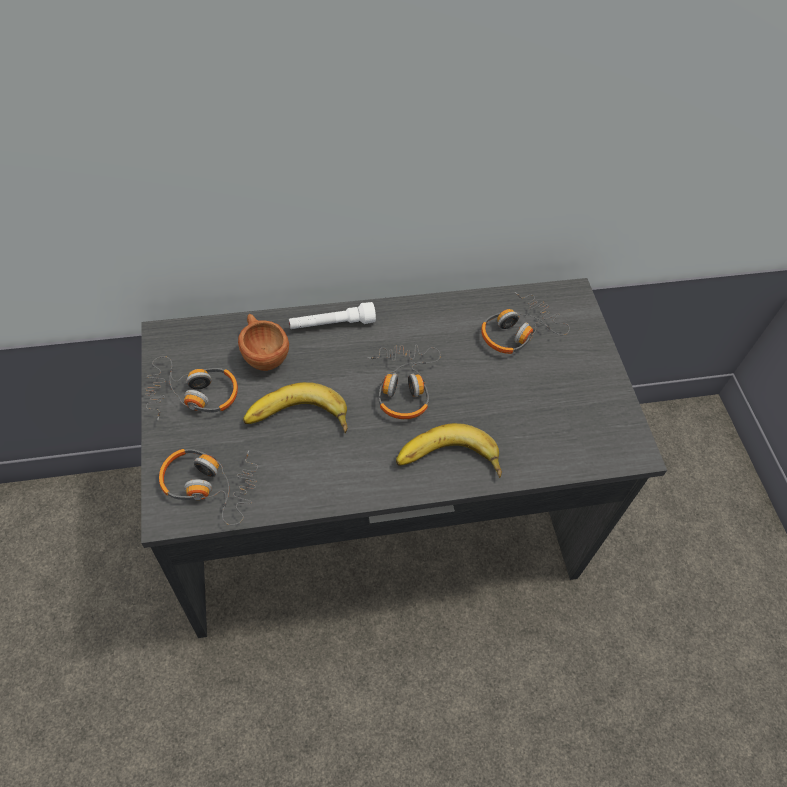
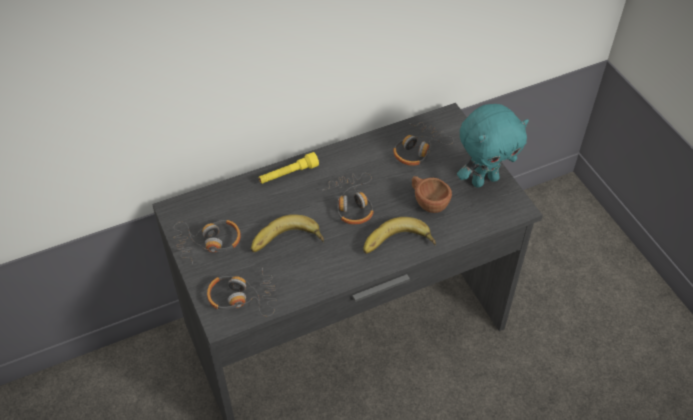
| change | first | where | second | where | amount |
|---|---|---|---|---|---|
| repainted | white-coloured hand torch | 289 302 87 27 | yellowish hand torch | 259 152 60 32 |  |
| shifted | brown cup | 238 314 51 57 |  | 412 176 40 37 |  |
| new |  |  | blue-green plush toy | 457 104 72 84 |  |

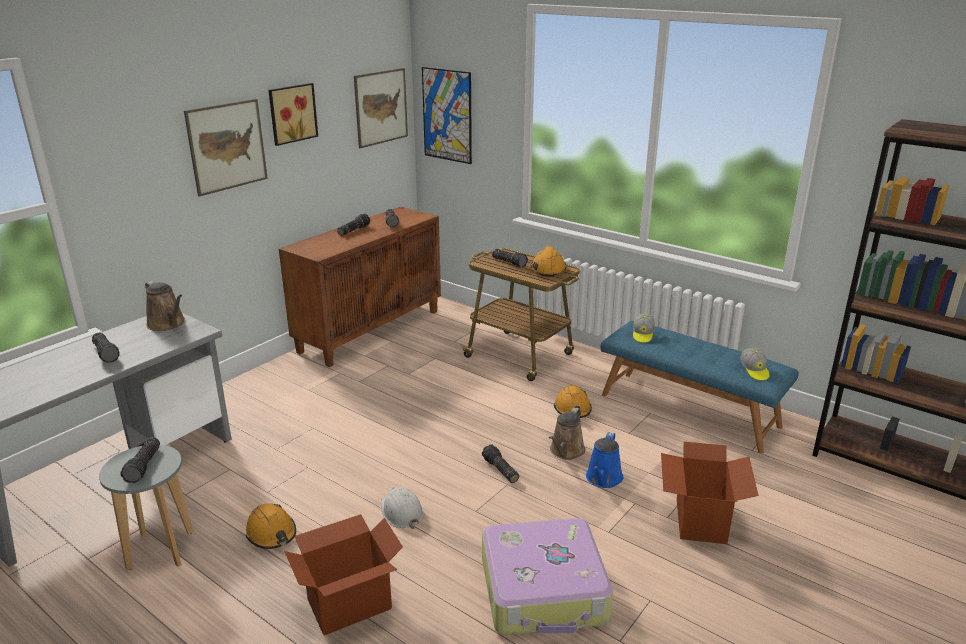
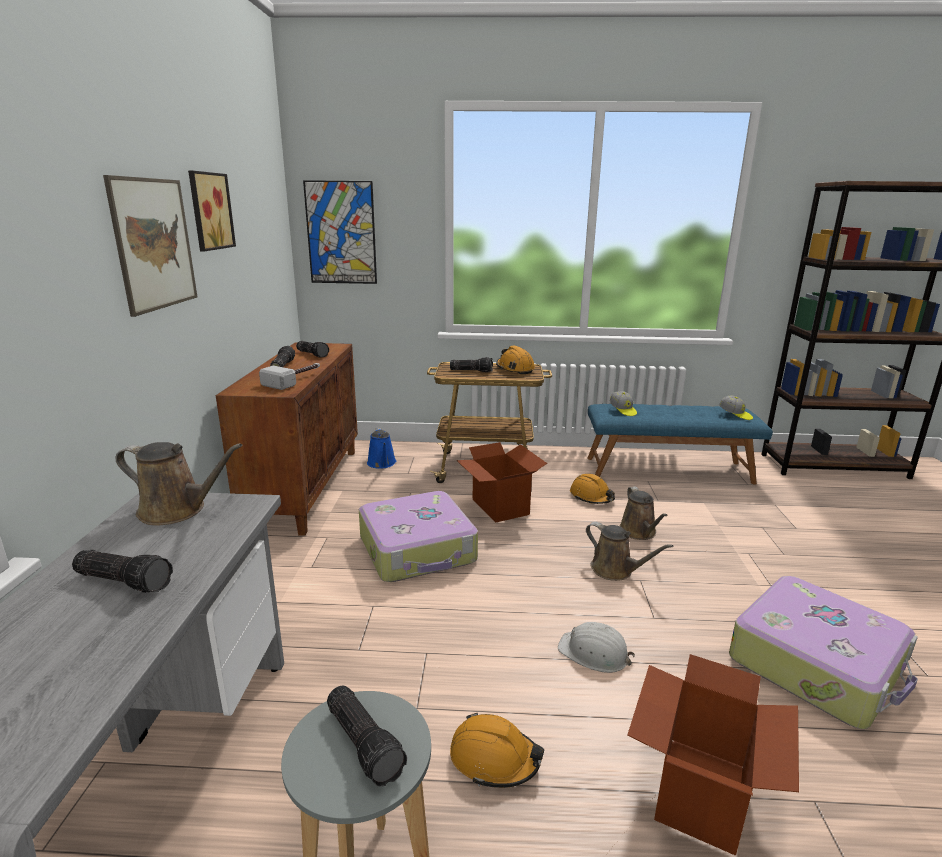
| change | first | where | second | where | amount |
|---|---|---|---|---|---|
| new |  |  | hand hammer | 259 363 61 27 |  |
| new |  |  | suitcase | 359 491 119 91 |  |
| shifted | blue-coloured watering can | 586 432 37 56 |  | 367 428 29 41 |  |
| shifted | cardboard box | 661 442 98 102 |  | 457 442 90 81 |  |
| swapped | hand torch | 482 444 37 39 | brown watering can | 586 522 87 59 |  |
| gone | picture | 354 68 54 80 |  |  |  |

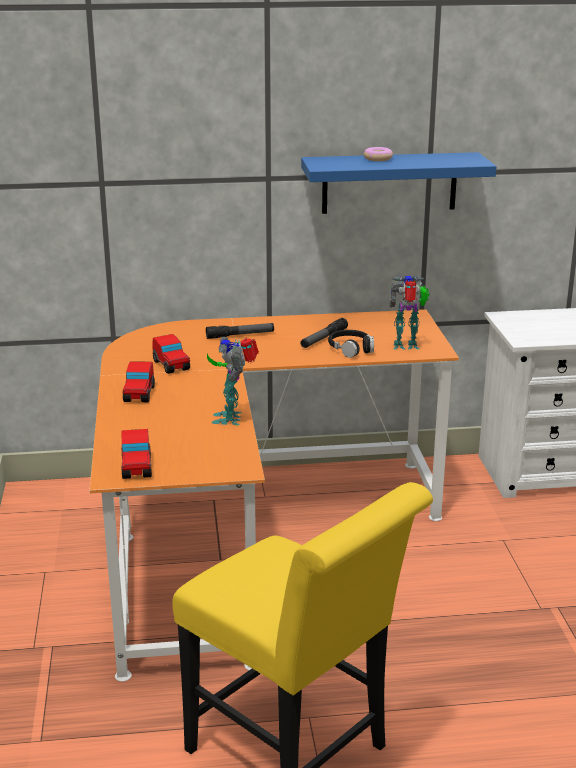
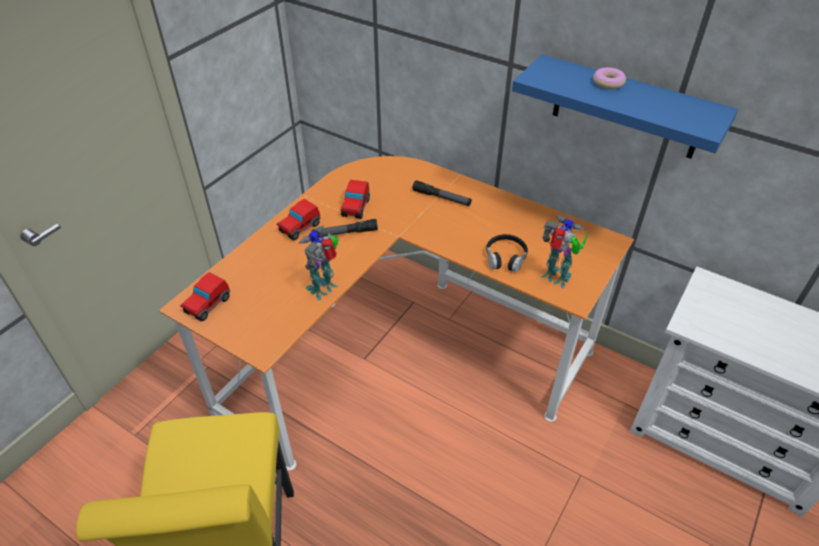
| change | first | where | second | where | amount |
|---|---|---|---|---|---|
| shifted | hand torch | 301 318 47 30 |  | 312 219 66 18 |  |

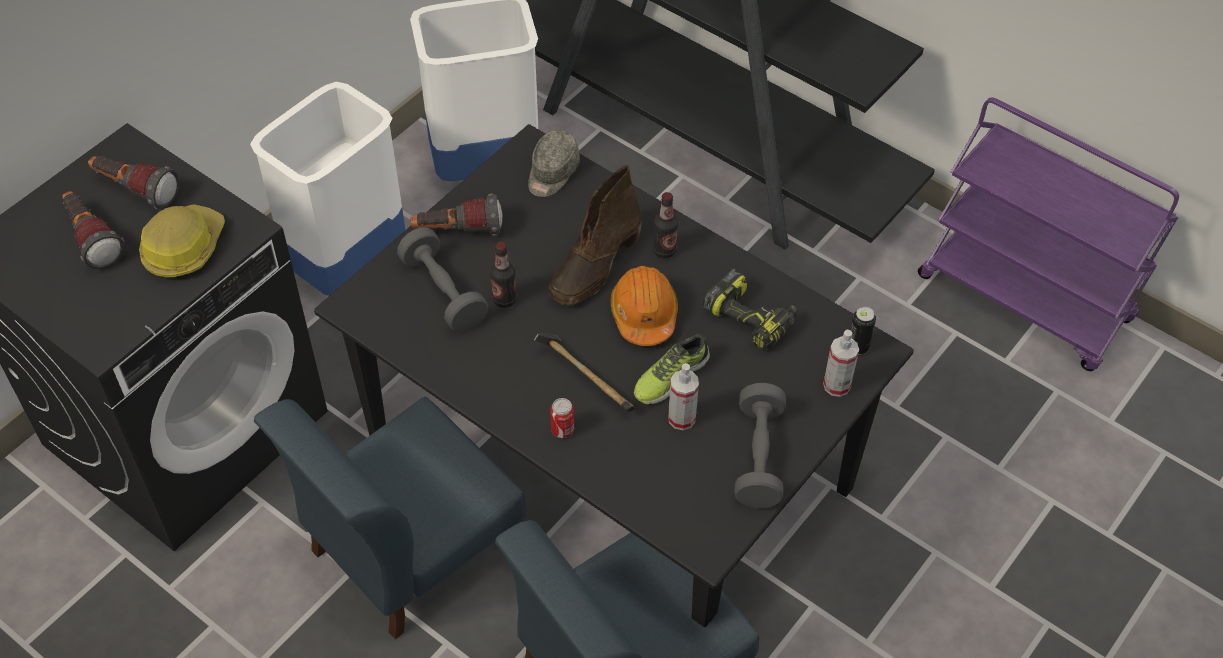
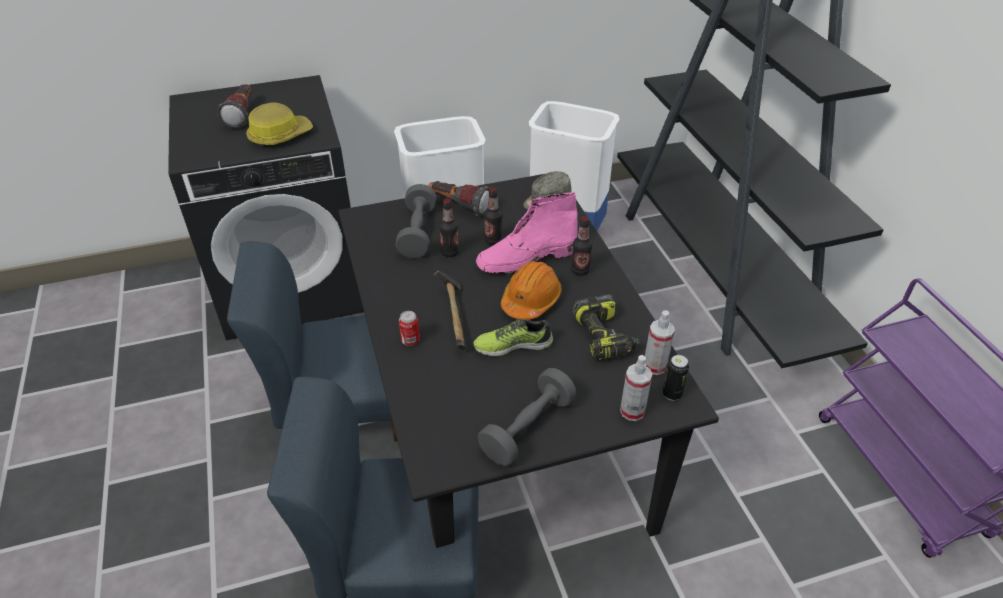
| change | first | where | second | where | amount |
|---|---|---|---|---|---|
| repainted | brown high-top boot | 548 165 94 141 | pinkish high-top boot | 476 192 102 82 |  |
| new |  |  | drink bottle | 484 187 19 58 |  |
| shifted | spray bottle | 668 363 31 67 |  | 645 310 30 65 |  |
| gone | hand torch | 88 156 91 53 |  |  |  |

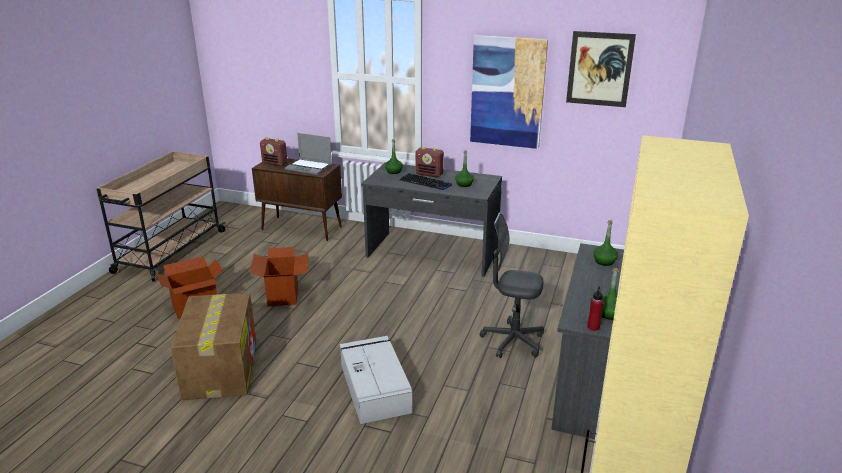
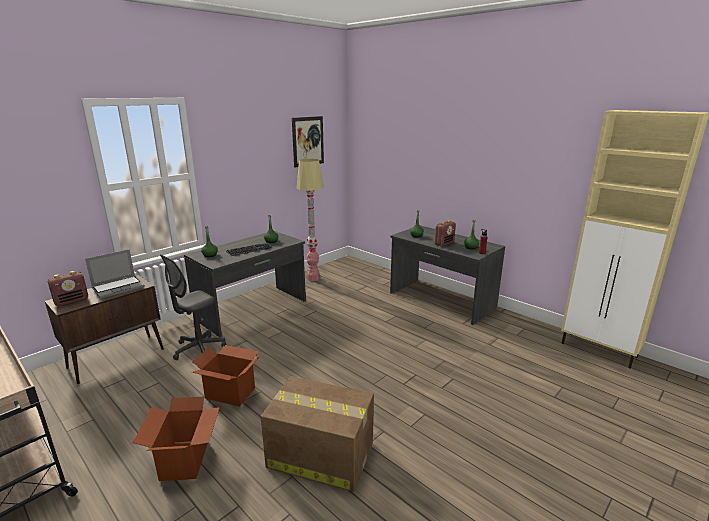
| change | first | where | second | where | amount |
|---|---|---|---|---|---|
| shifted | greyish computer chair | 480 212 64 146 |  | 160 254 66 106 |  |
| new |  |  | floor lamp | 297 159 27 122 |  |
| shifted | radio set | 415 146 29 31 |  | 434 220 22 26 |  |
| gone | greyish storage bin | 340 336 72 88 |  |  |  |
| gone | picture | 470 35 78 114 |  |  |  |

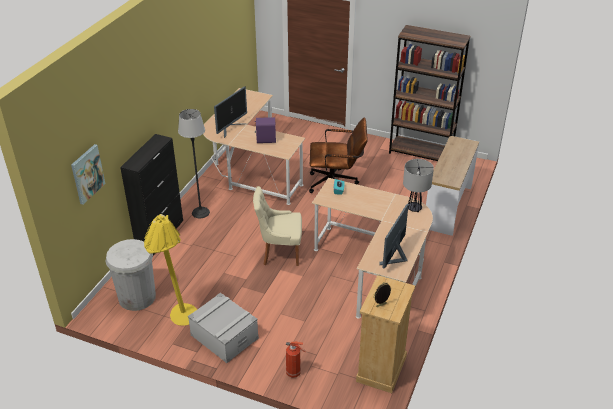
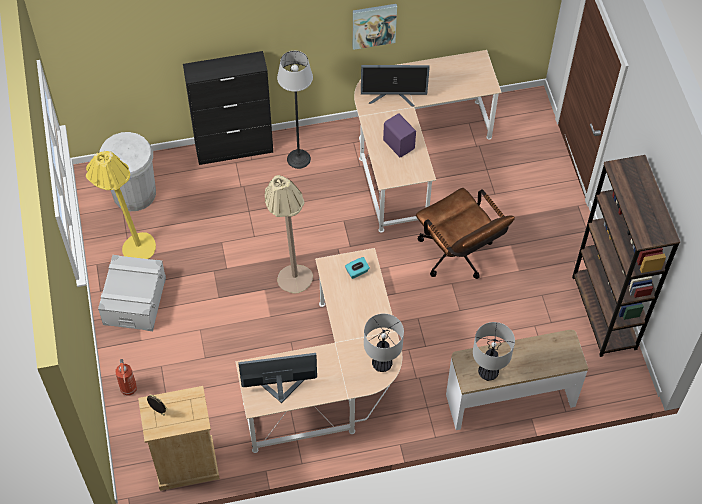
| change | first | where | second | where | amount |
|---|---|---|---|---|---|
| swapped | beige-coloured chair | 253 186 49 80 | beige-coloured floor lamp | 265 175 48 118 |  |
| shifted | picture | 71 144 34 61 |  | 352 4 45 46 |  |
| new |  |  | tabletop lamp | 473 322 42 59 |  |

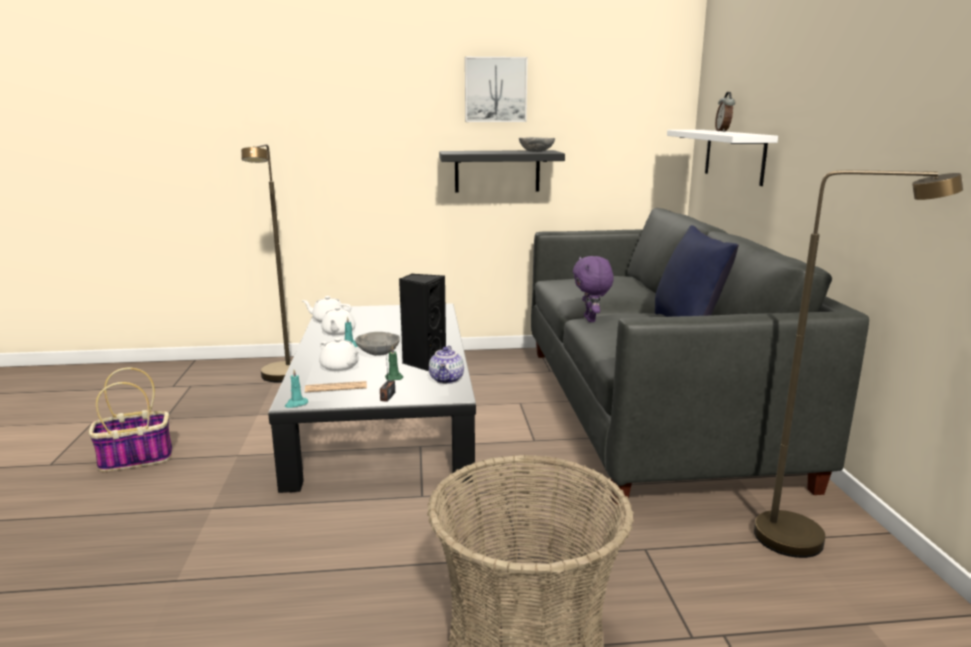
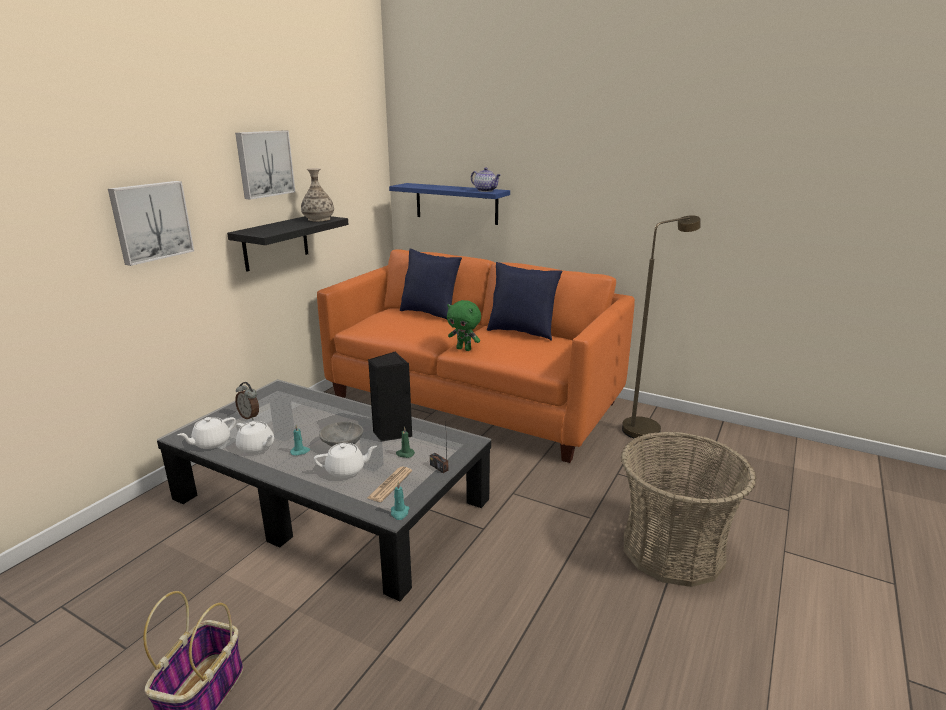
| change | first | where | second | where | amount |
|---|---|---|---|---|---|
| new |  |  | picture | 108 181 86 85 |  |
| shifted | table clock | 715 92 20 40 |  | 235 382 24 38 |  |
| swapped | greyish deep dish | 519 137 36 15 | decorative vase | 301 168 33 53 |  |
| repainted | greyish couch | 531 208 338 297 | orange couch | 317 249 318 214 |  |
| repainted | white-coloured wall shelf | 667 130 111 56 | blue-coloured wall shelf | 389 183 121 42 |  |
| new |  |  | blue-coloured cushion | 400 249 62 70 |  |
| repainted | purple-coloured plush toy | 573 256 41 66 | greenish plush toy | 447 300 34 51 |  |
| shifted | tea pot | 429 345 35 39 |  | 471 167 30 25 |  |
| gone | brown floor lamp | 241 144 51 238 |  |  |  |

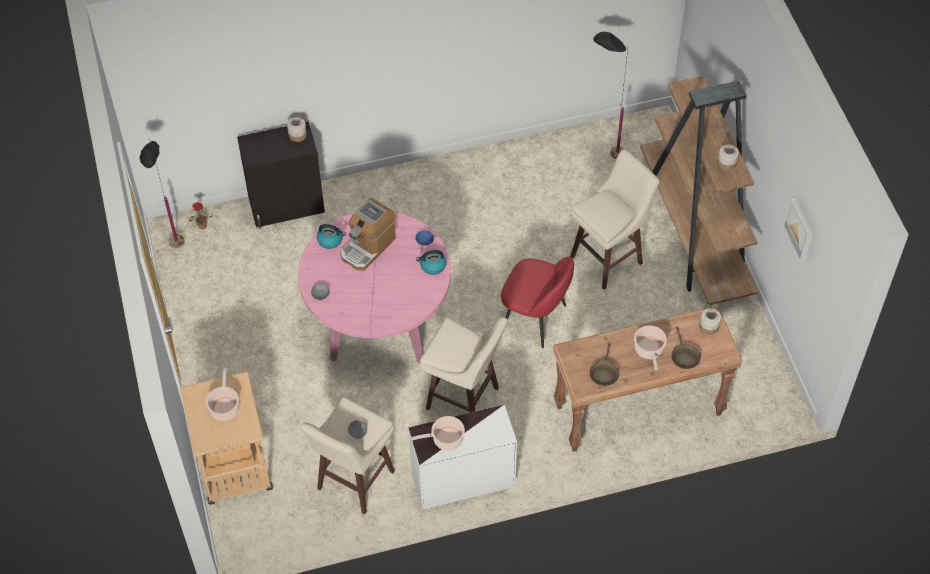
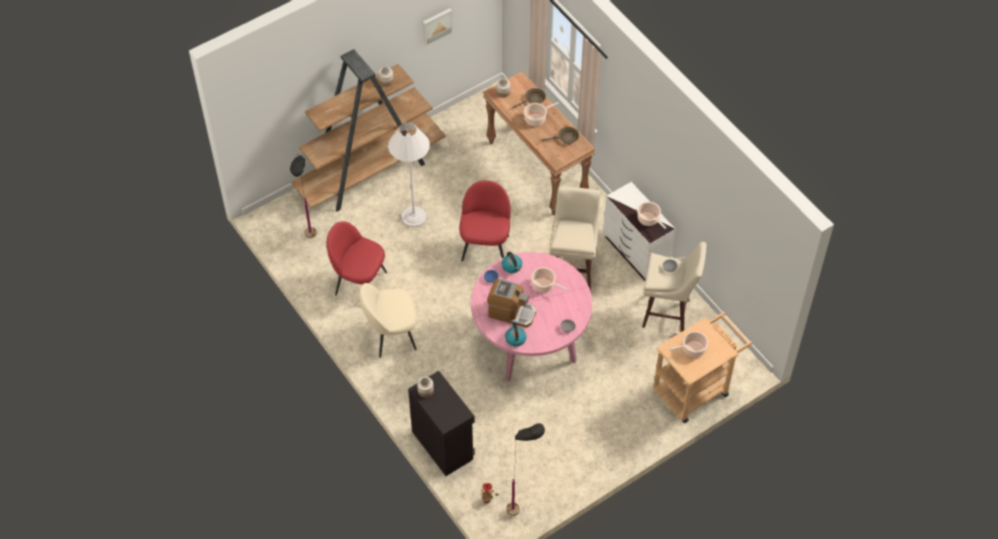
| change | first | where | second | where | amount |
|---|---|---|---|---|---|
| new |  |  | red-coloured chair | 327 221 60 74 |  |
| new |  |  | beige-coloured chair | 359 283 58 75 |  |
| swapped | beige-coloured stool | 570 149 90 141 | white-coloured floor lamp | 388 123 42 104 |  |
| new |  |  | cooking pot | 531 267 36 26 |  |

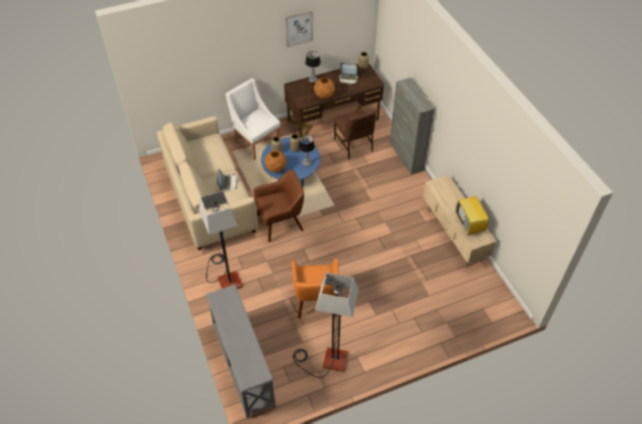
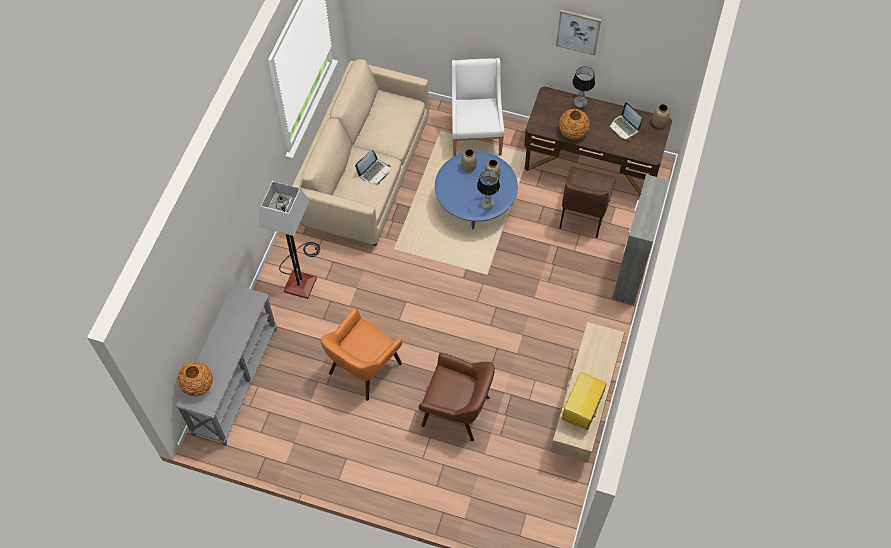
| change | first | where | second | where | amount |
|---|---|---|---|---|---|
| shifted | decorative vase | 265 150 22 22 |  | 178 362 35 34 |  |
| shifted | brown lounge chair | 253 170 51 72 |  | 418 353 77 88 |  |
| gone | floor lamp | 293 272 66 106 |  |  |  |

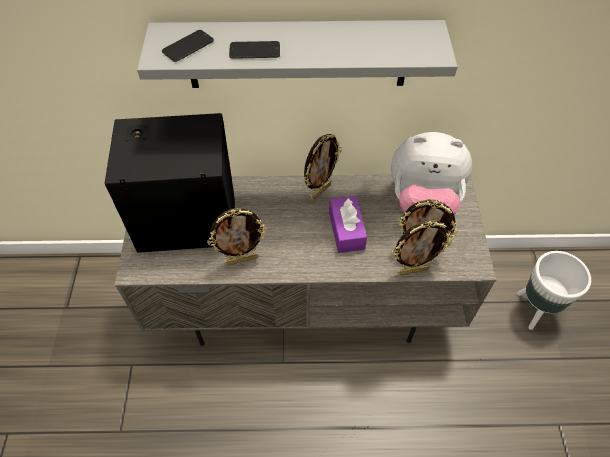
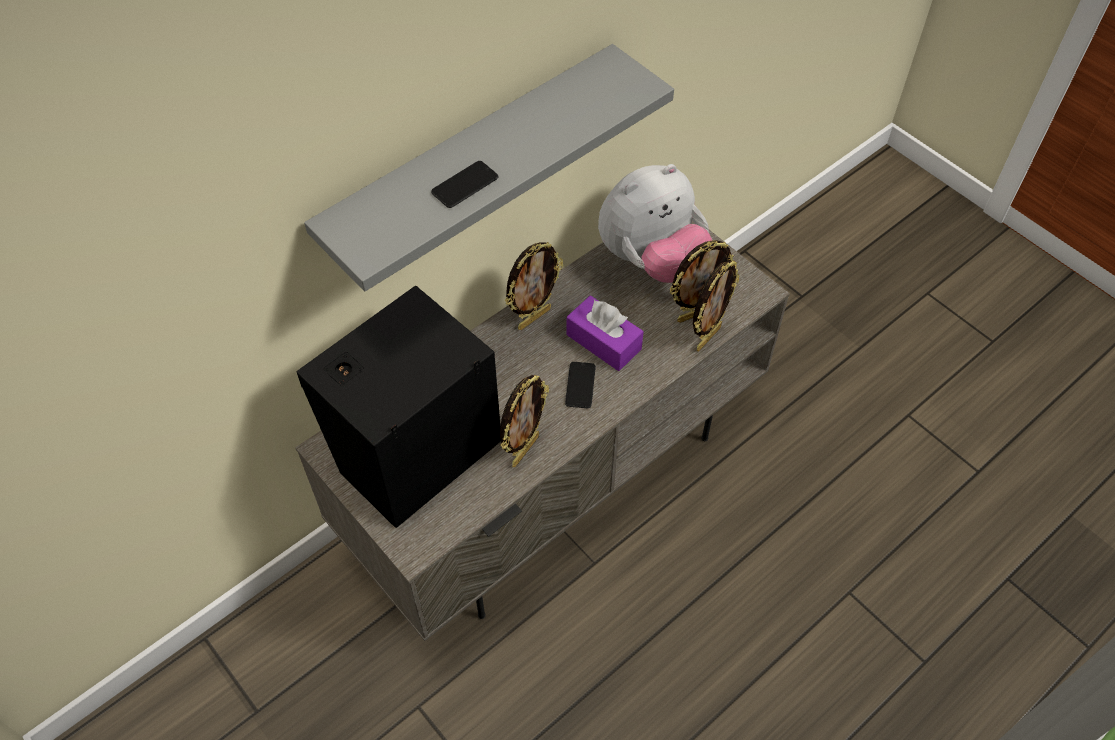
| change | first | where | second | where | amount |
|---|---|---|---|---|---|
| rotated | standing frame | 304 134 37 66 |  | 505 242 58 88 | 45 degrees clockwise |
| shifted | phone | 162 30 52 32 |  | 565 362 31 46 |  |
| gone | white-coloured plant pot | 517 251 74 79 |  |  |  |

